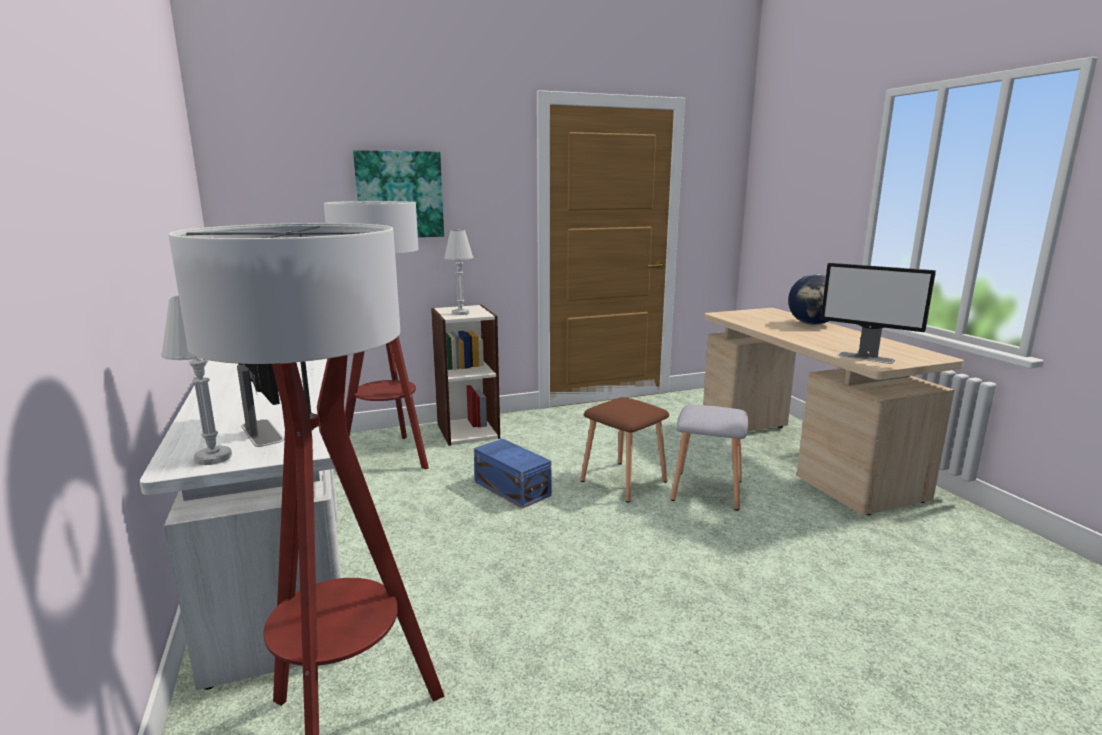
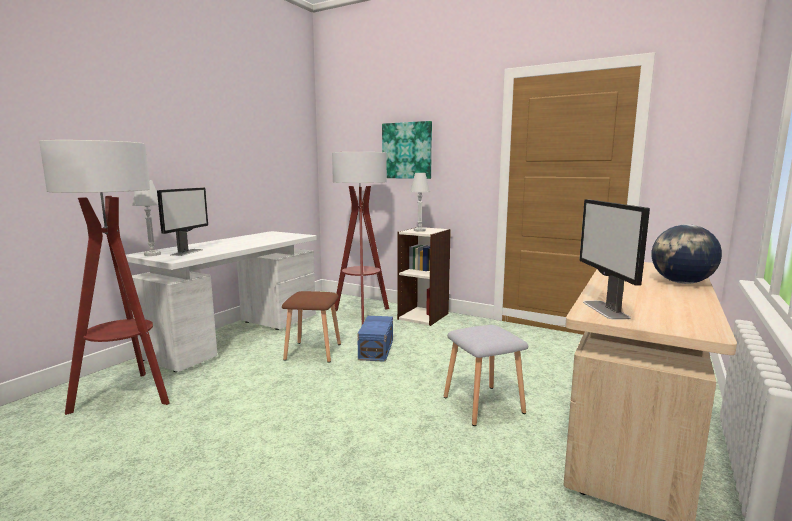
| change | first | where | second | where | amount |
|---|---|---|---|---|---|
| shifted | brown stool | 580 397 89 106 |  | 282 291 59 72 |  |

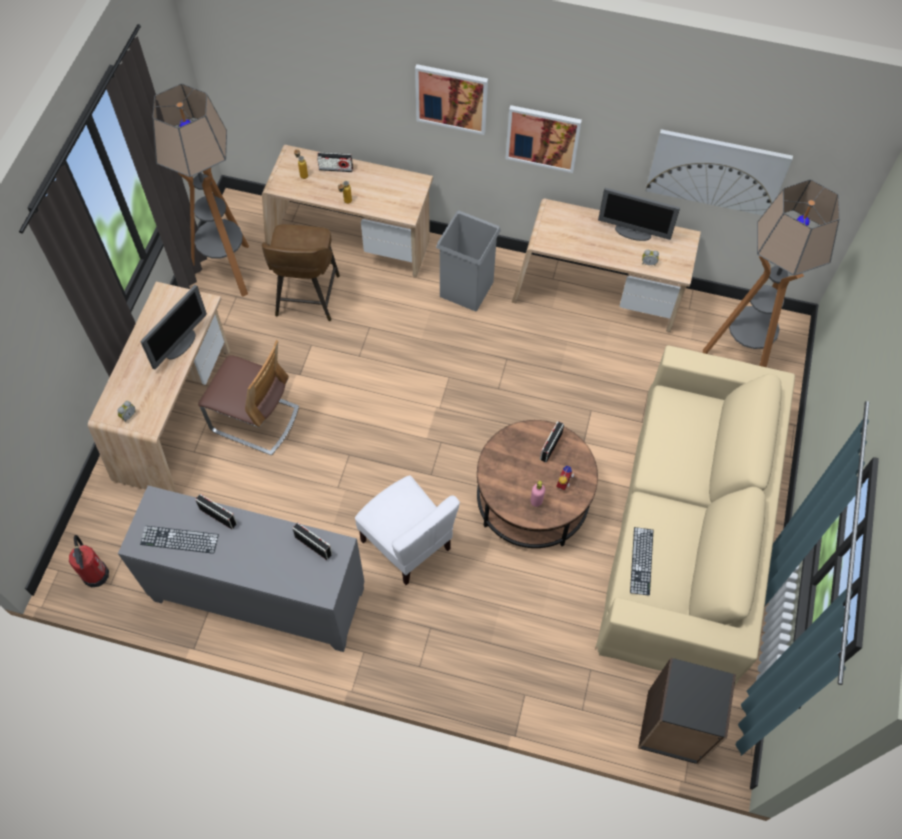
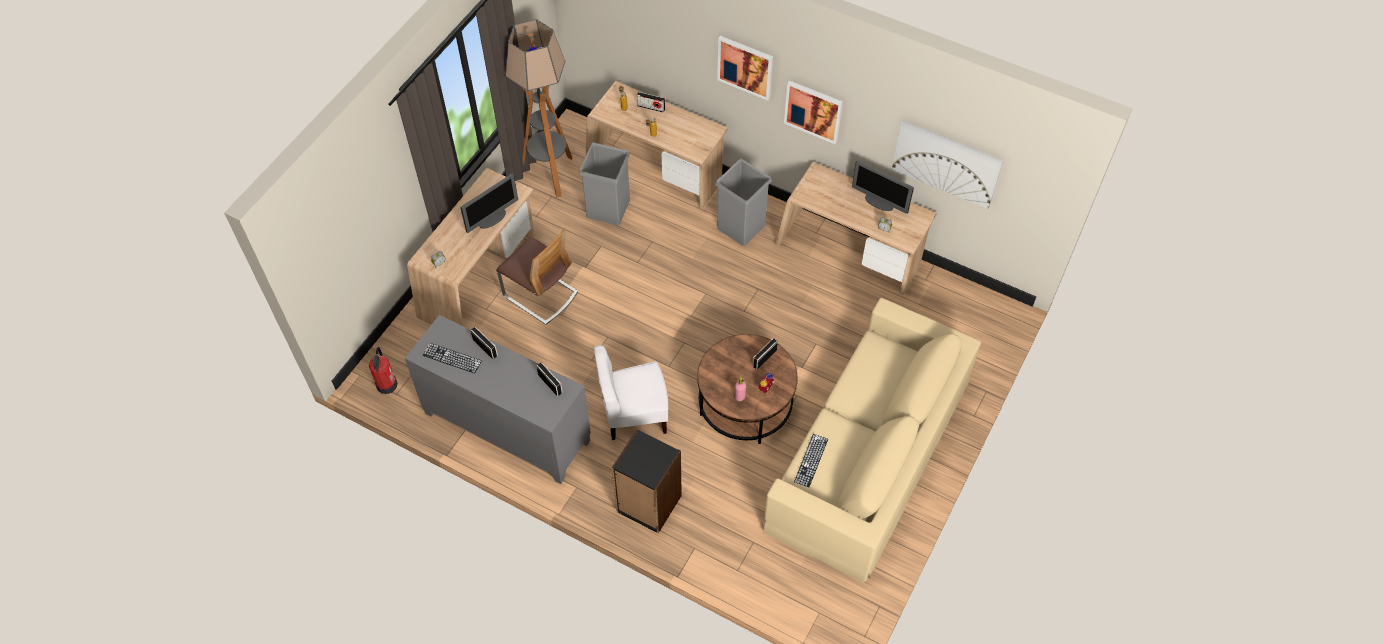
| change | first | where | second | where | amount |
|---|---|---|---|---|---|
| swapped | brown stool | 262 224 78 97 | greyish trash can | 579 142 51 84 |  |
| rotated | white-coloured chair | 355 475 105 110 |  | 594 345 74 95 | 105 degrees clockwise |
| shifted | black shelving unit | 638 658 98 106 |  | 612 429 70 104 |  |
| gone | floor lamp | 703 179 137 188 |  |  |  |

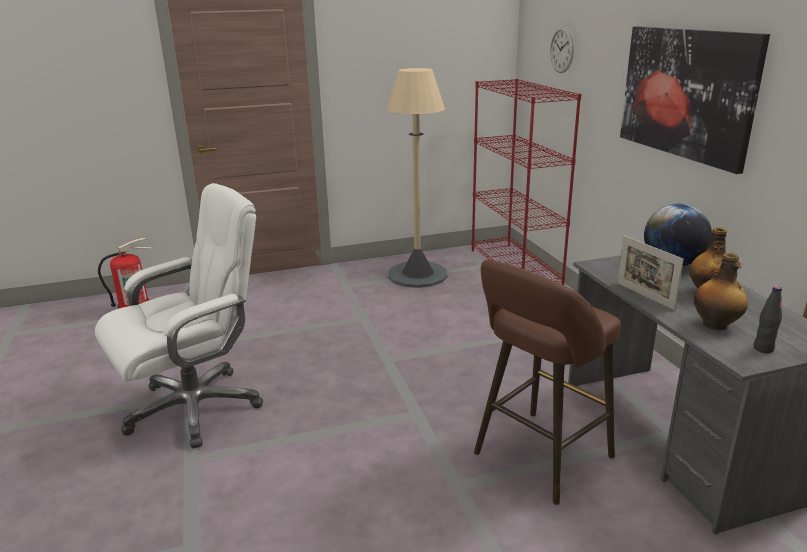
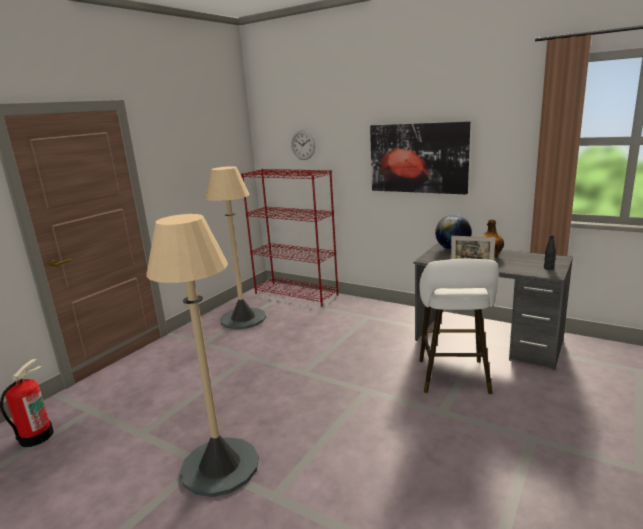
| change | first | where | second | where | amount |
|---|---|---|---|---|---|
| swapped | white-coloured computer chair | 95 183 168 265 | beige-coloured floor lamp | 146 214 113 283 |  |
| repainted | brown stool | 474 260 147 245 | white-coloured stool | 419 259 80 135 |  |
| gone | drink bottle | 694 253 54 77 |  |  |  |

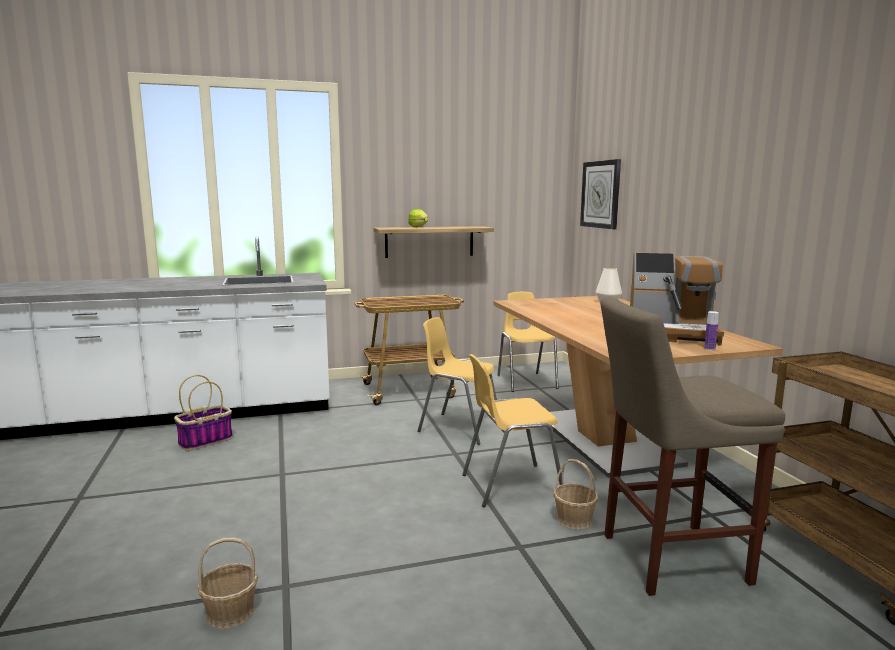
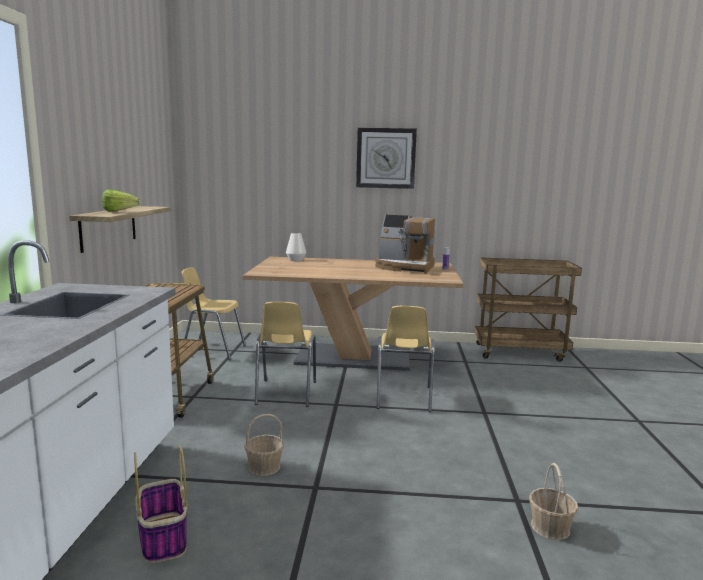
| change | first | where | second | where | amount |
|---|---|---|---|---|---|
| shifted | storage basket | 553 459 45 71 |  | 245 414 39 62 |  |
| rotated | yellowish chair | 418 317 79 128 |  | 255 302 61 105 | 45 degrees counterclockwise |
| shifted | wall clock | 580 159 41 70 |  | 356 128 61 61 |  |
| rotated | coffee brewer | 630 252 94 94 |  | 375 214 60 60 | 75 degrees clockwise |
| gone | beige-coloured stool | 601 296 184 300 |  |  |  |

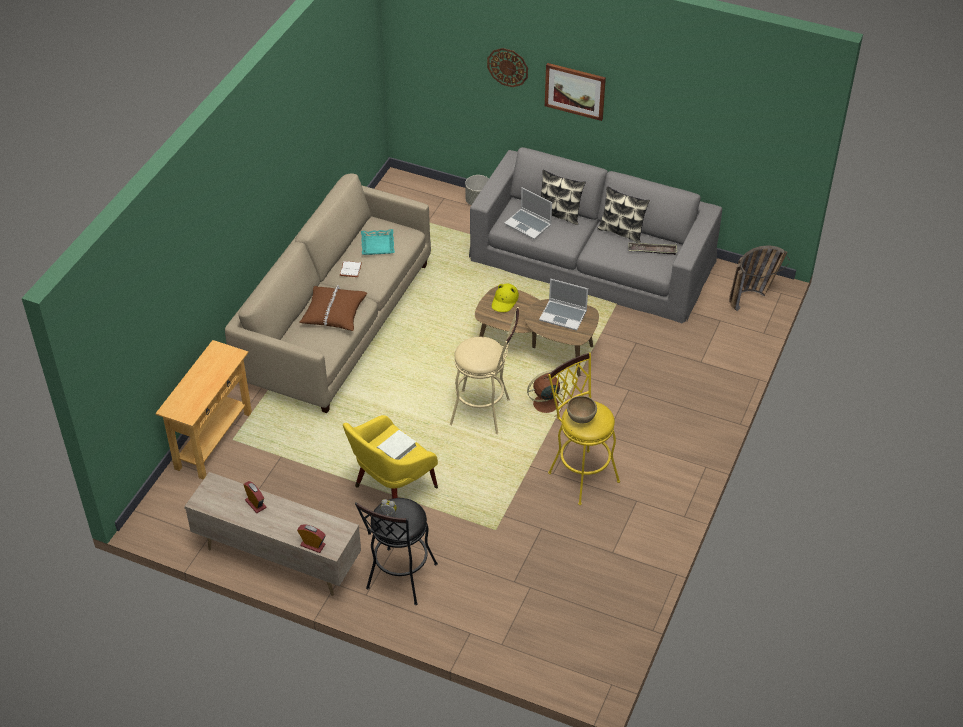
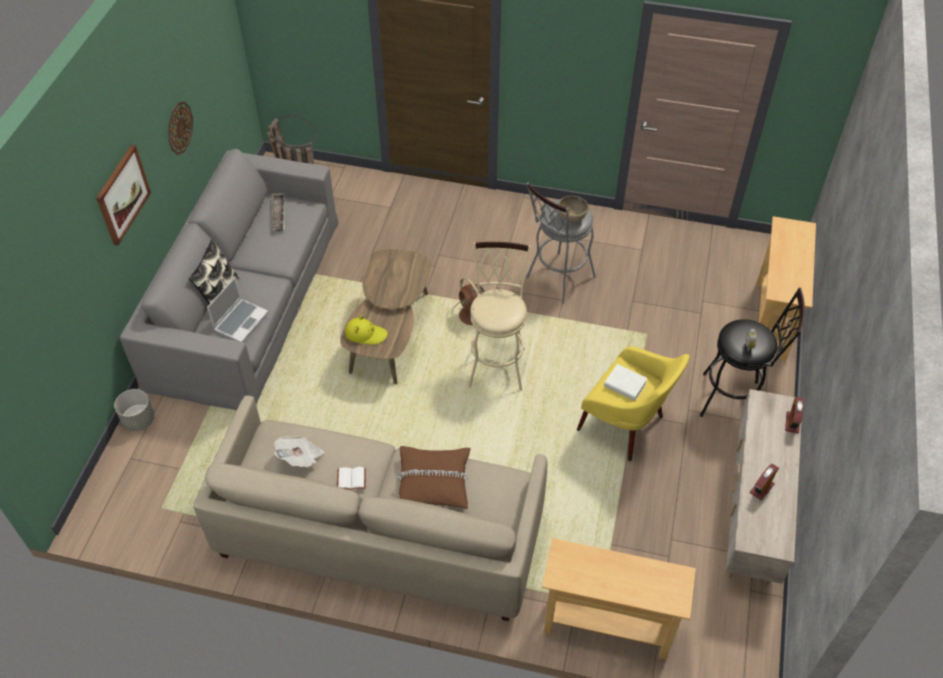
| change | first | where | second | where | amount |
|---|---|---|---|---|---|
| shifted | wall clock | 487 48 41 39 |  | 168 101 25 54 |  |
| swapped | blue-green serving tray | 361 229 34 26 | daily paper | 274 436 50 31 |  |
| repainted | yellowish stool | 548 352 72 153 | greyish stool | 526 182 70 122 |  |
| new |  |  | beige-coloured hall table | 757 216 59 145 |  |
| gone | laptop | 539 279 49 52 |  |  |  |
| gone | cushion | 597 186 53 57 |  |  |  |

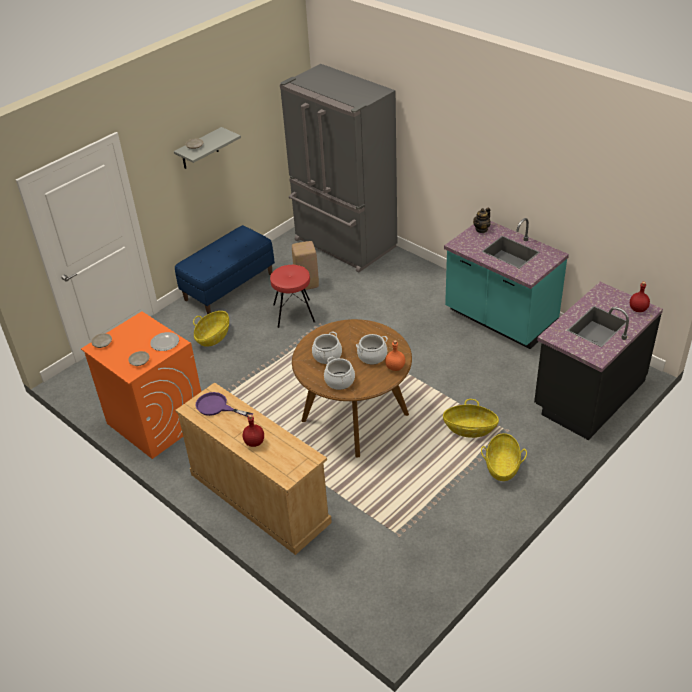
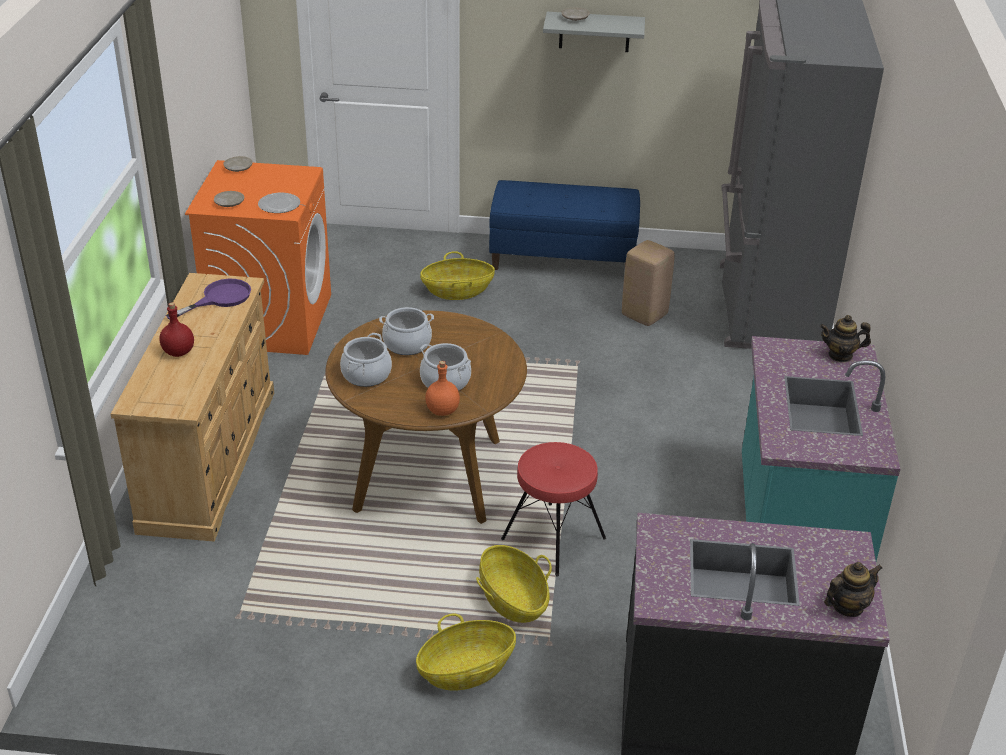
| change | first | where | second | where | amount |
|---|---|---|---|---|---|
| rotated | purple-coloured skillet | 196 392 57 25 |  | 166 279 85 41 | 60 degrees clockwise |
| shifted | red-coloured stool | 270 265 45 63 |  | 501 442 105 134 |  |
| swapped | red-coloured drink bottle | 630 282 20 30 | tea pot | 824 562 58 55 |  |

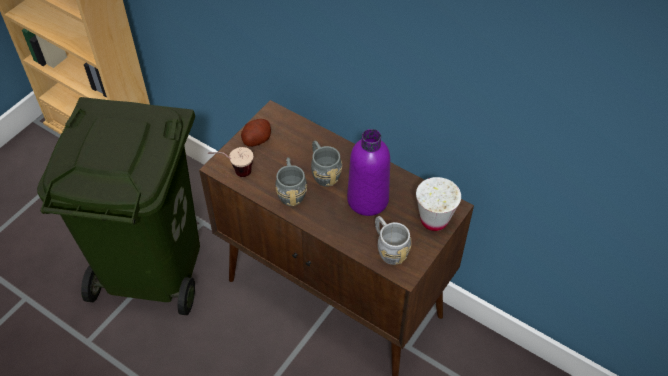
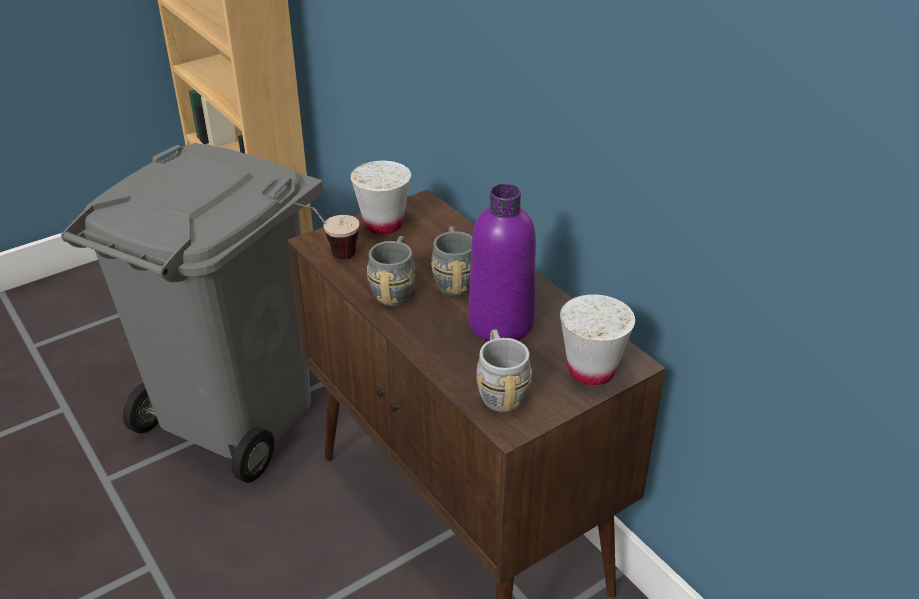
| change | first | where | second | where | amount |
|---|---|---|---|---|---|
| repainted | greenish trash can | 37 97 163 218 | greyish trash can | 61 143 263 340 |  |
| swapped | spud | 241 119 30 28 | white-coloured cup | 350 161 61 73 |  |

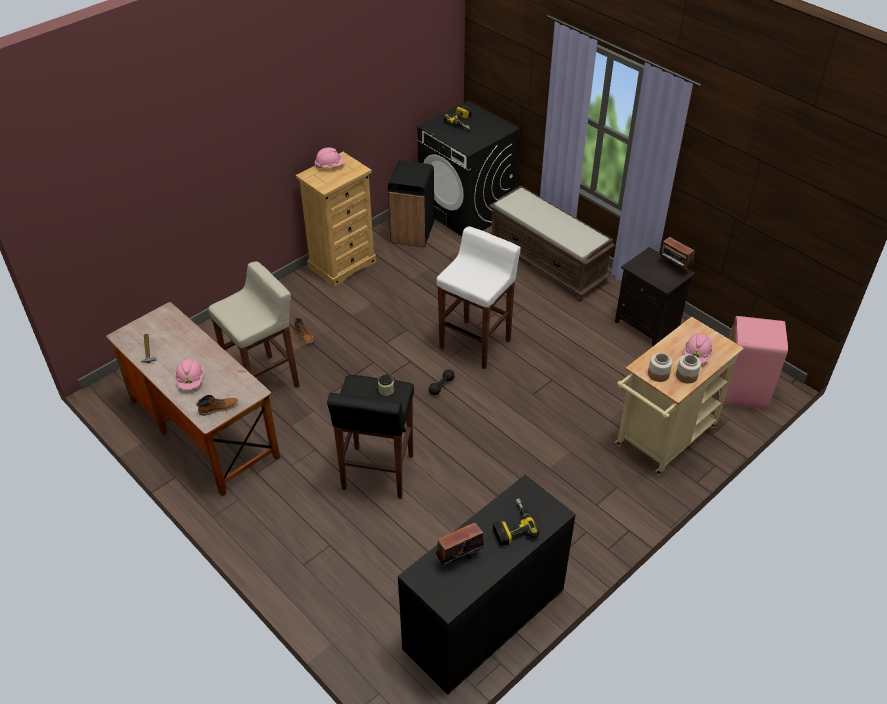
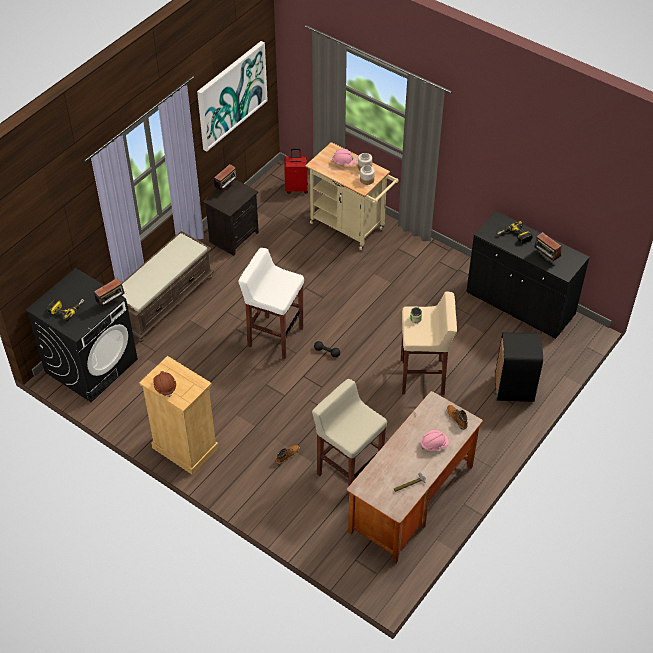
| change | first | where | second | where | amount |
|---|---|---|---|---|---|
| new |  |  | radio set | 94 278 32 29 |  |
| repainted | pinkish hard hat | 315 147 29 21 | brown hard hat | 153 371 23 26 |  |
| new |  |  | picture | 197 41 71 110 |  |
| swapped | pinkish trash can | 719 316 69 93 | red-coloured suitcase | 284 148 24 46 |  |
| repainted | black stool | 327 375 87 124 | beige-coloured stool | 401 292 56 103 |  |
| shifted | black trash can | 388 161 46 86 |  | 495 332 48 70 |  |

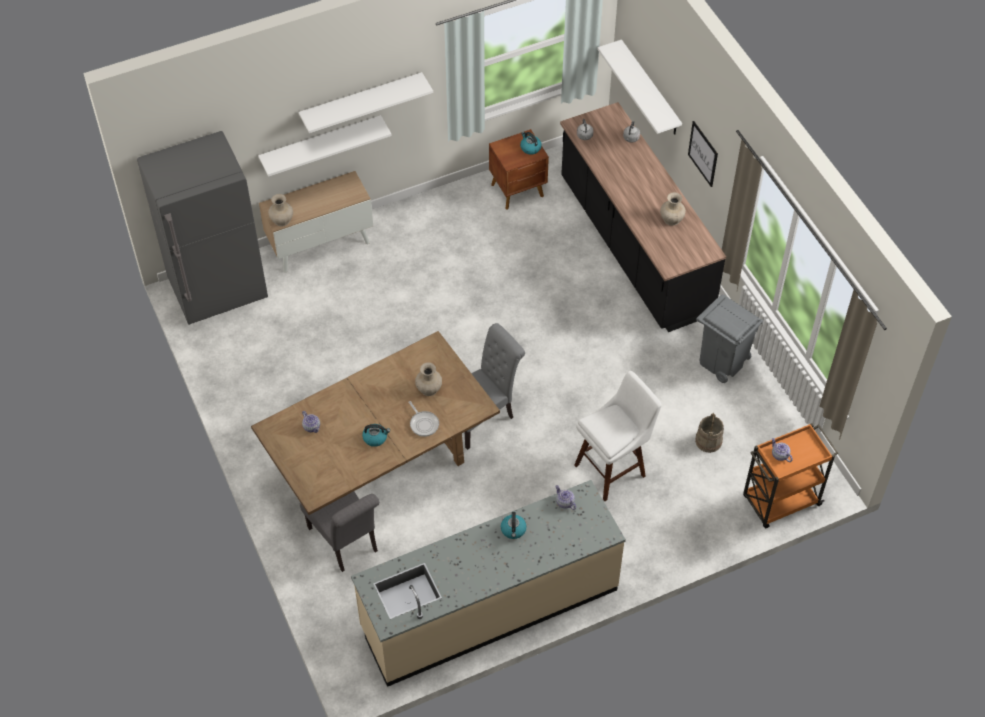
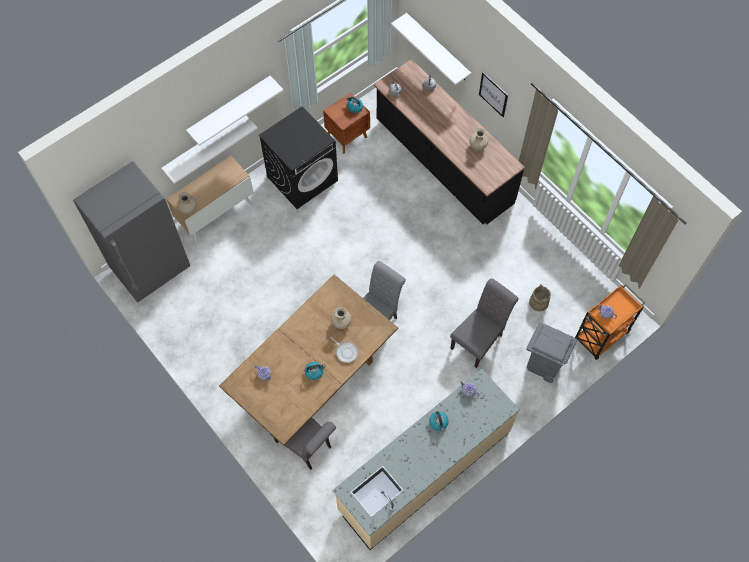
| change | first | where | second | where | amount |
|---|---|---|---|---|---|
| new |  |  | black laundry machine | 259 106 79 103 |  |
| swapped | white-coloured stool | 574 371 88 130 | greyish chair | 450 278 69 90 |  |
| shifted | greyish trash can | 696 295 67 88 |  | 526 322 51 61 |  |

